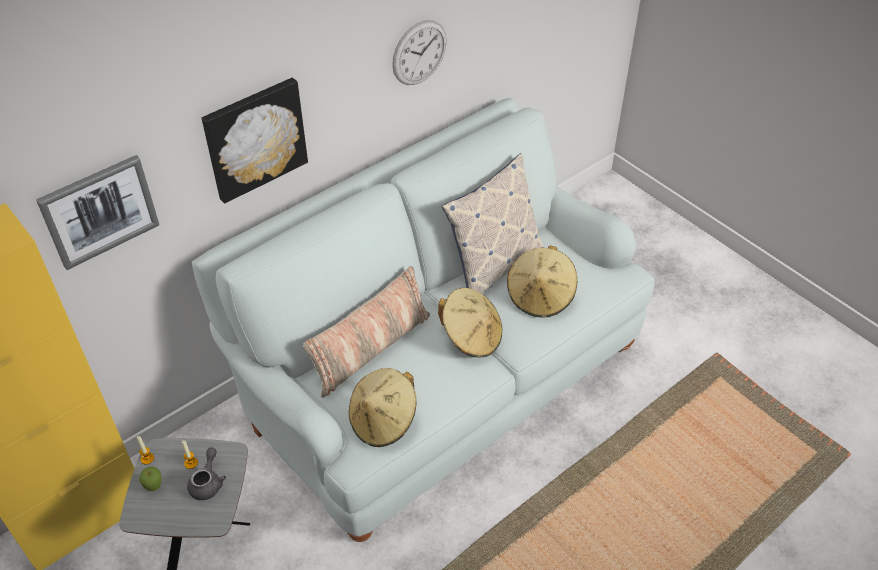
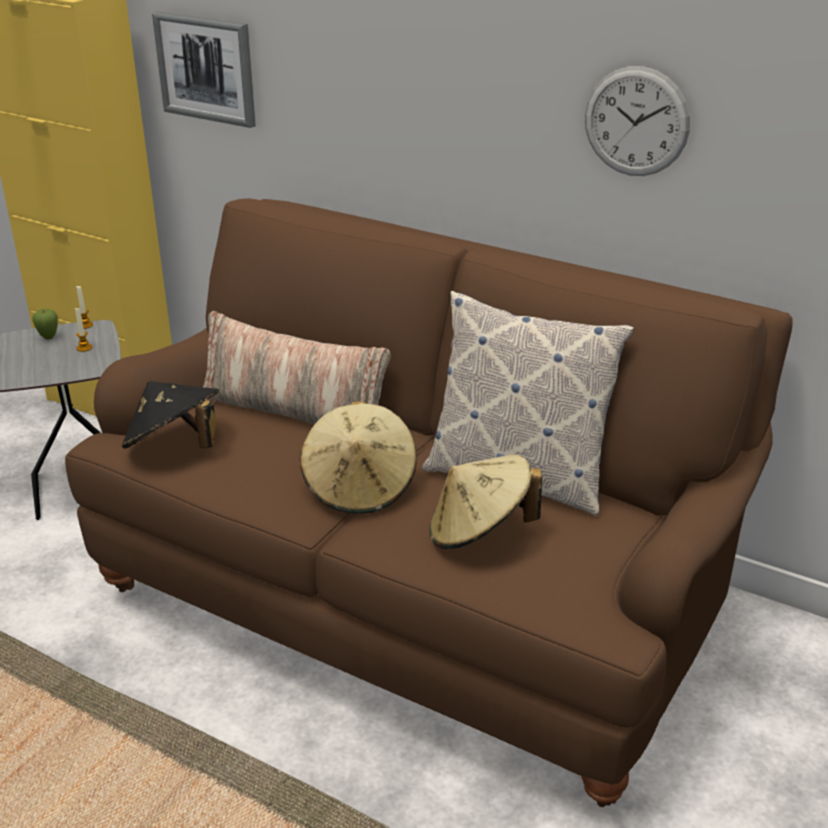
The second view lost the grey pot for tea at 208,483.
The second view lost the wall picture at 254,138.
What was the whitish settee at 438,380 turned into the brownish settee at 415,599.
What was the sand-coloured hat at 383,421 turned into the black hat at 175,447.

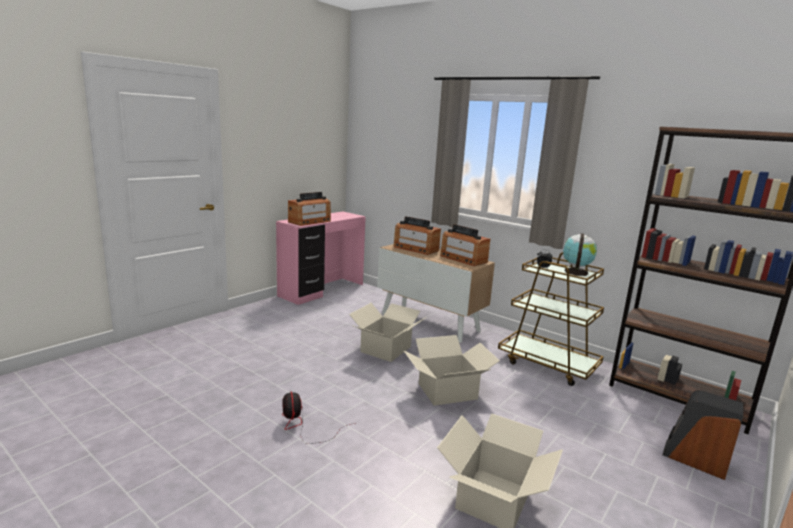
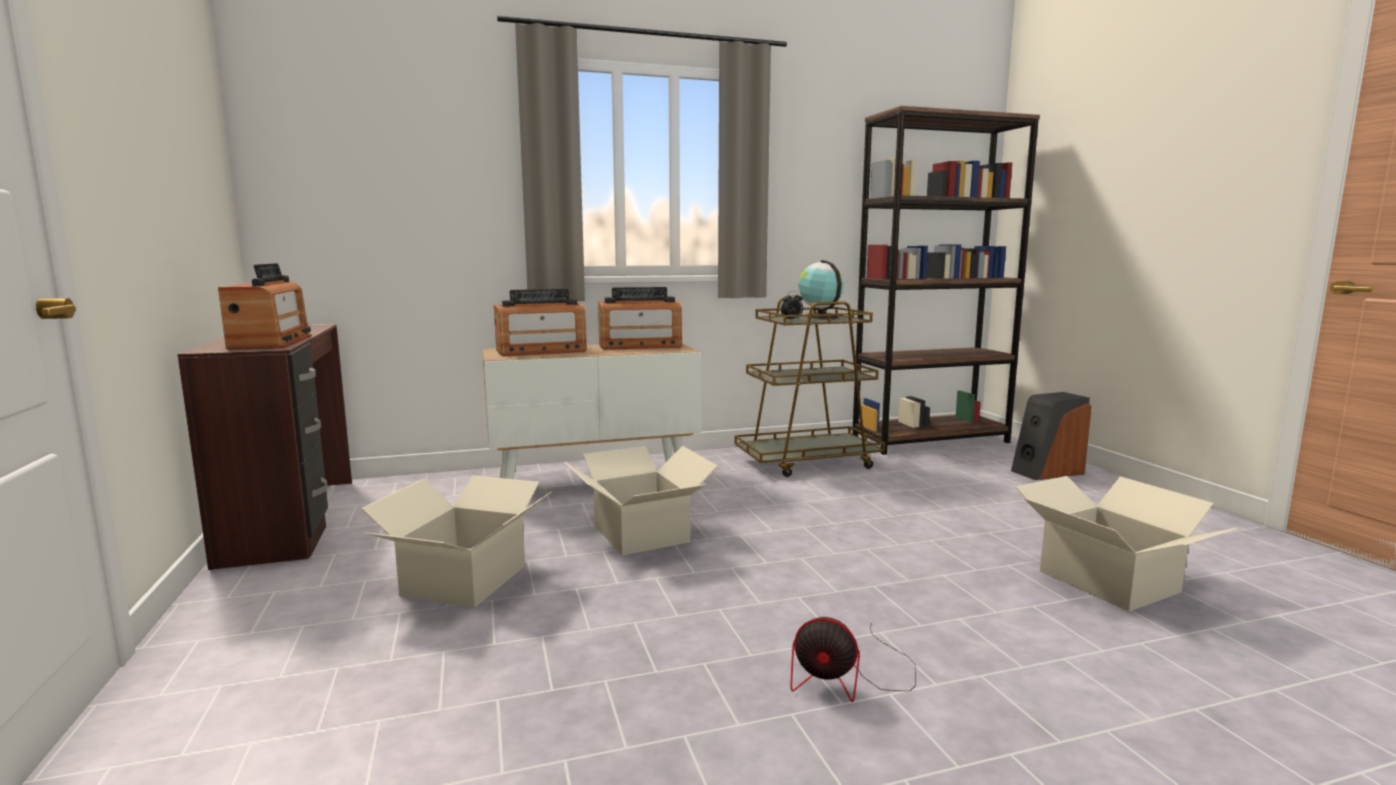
The packing box ended up elsewhere, having gone from 448,391 to 466,580.
What was the pink desk table at 322,290 turned into the brownish desk table at 294,519.

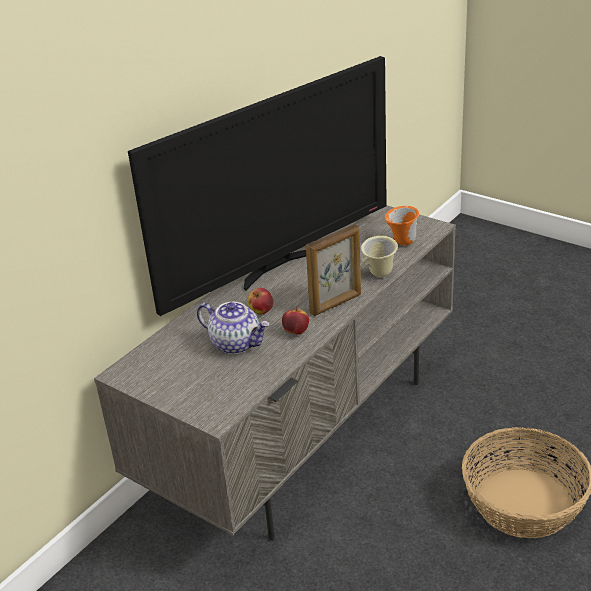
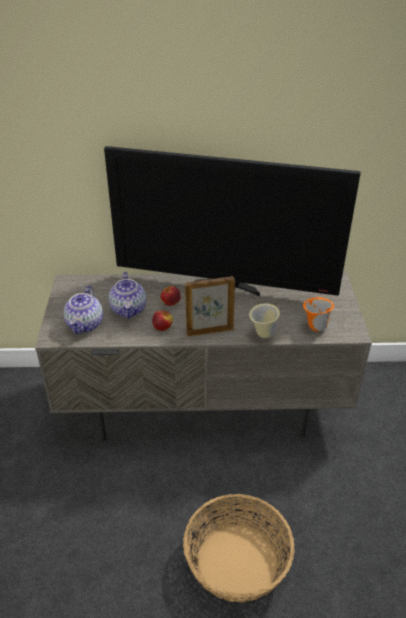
The second view gained the pot for tea at 85,325.
The standing frame at 336,304 ended up facing another way, 150 degrees clockwise from before.

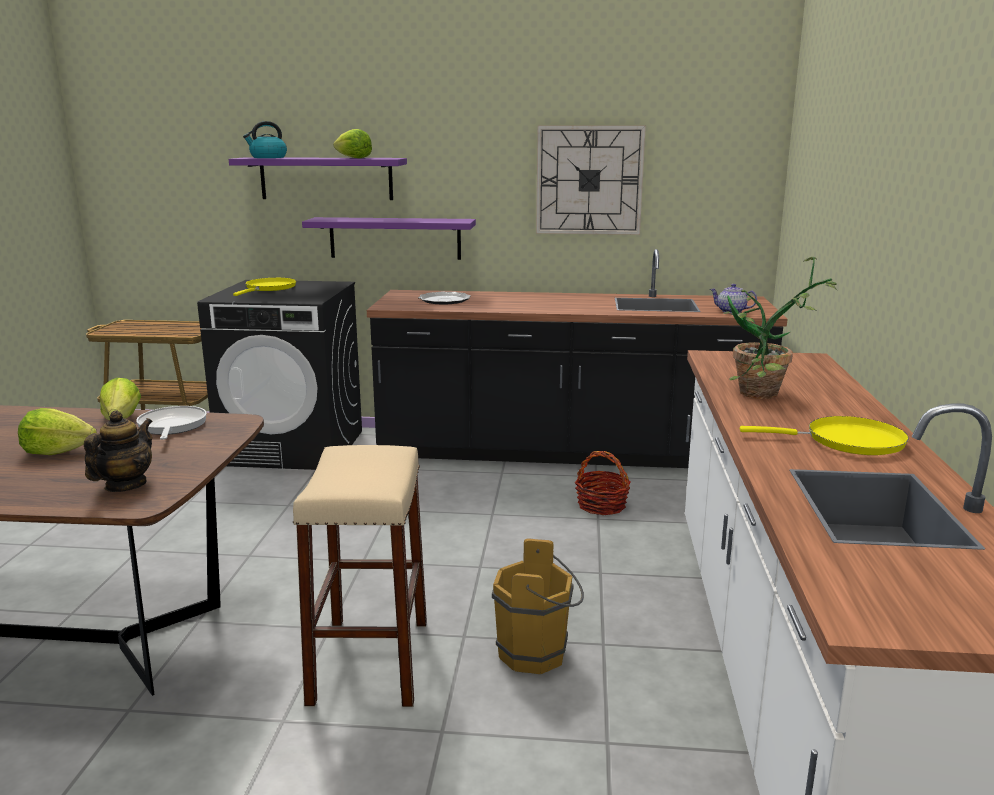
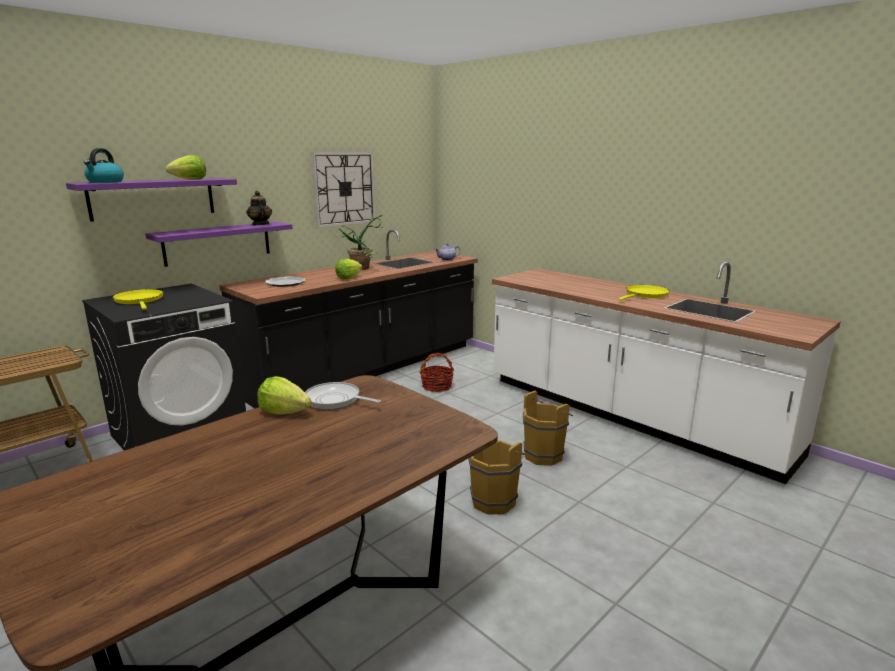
The lettuce ended up elsewhere, having gone from 57,452 to 348,278.
The pot for tea ended up elsewhere, having gone from 125,485 to 260,224.
The plant in a pot ended up elsewhere, having gone from 767,396 to 365,268.
Where the sand-coloured sitting stool stood at 370,661, the brownish bucket came to stand at 495,500.

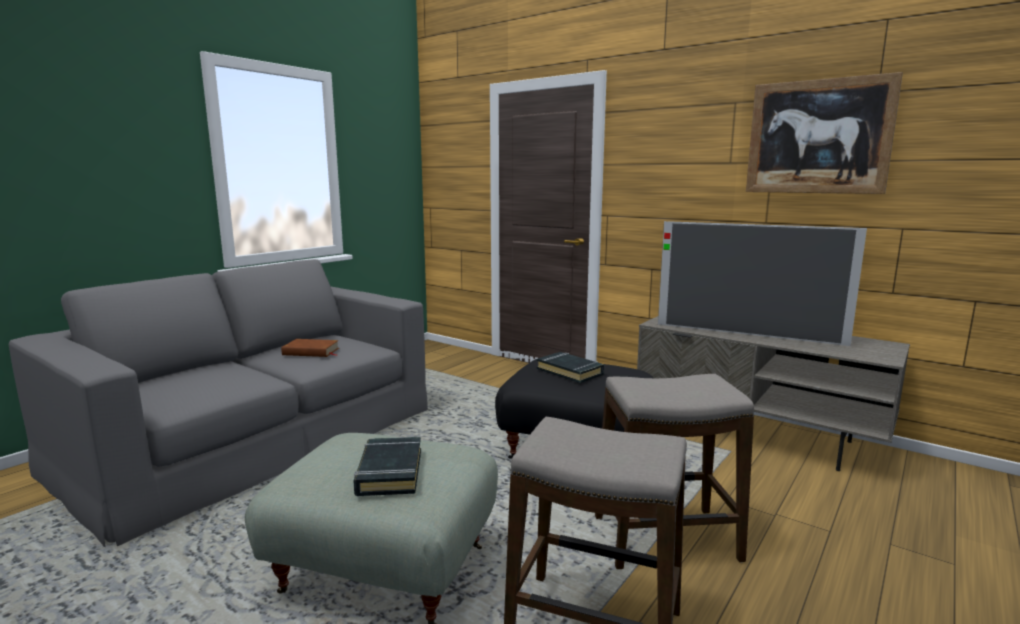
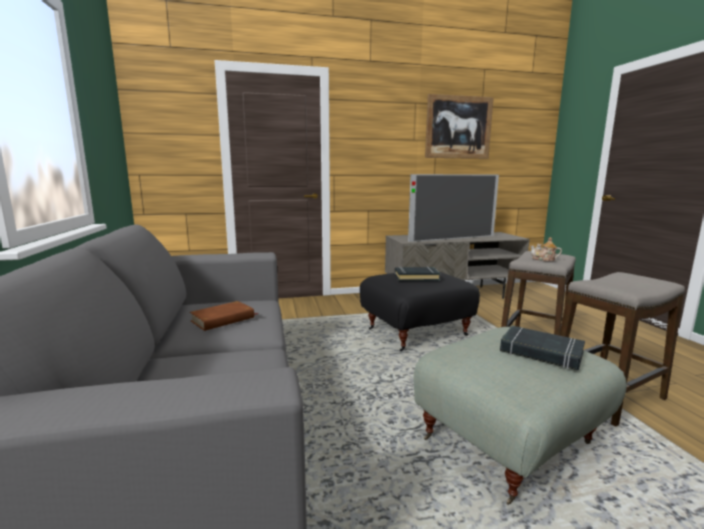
The second view gained the pot for tea at 544,259.

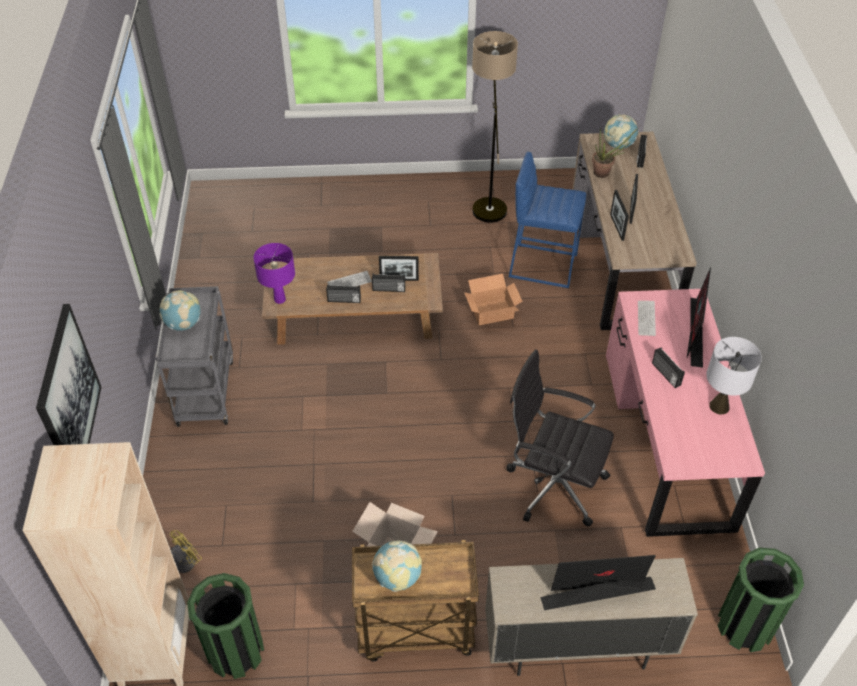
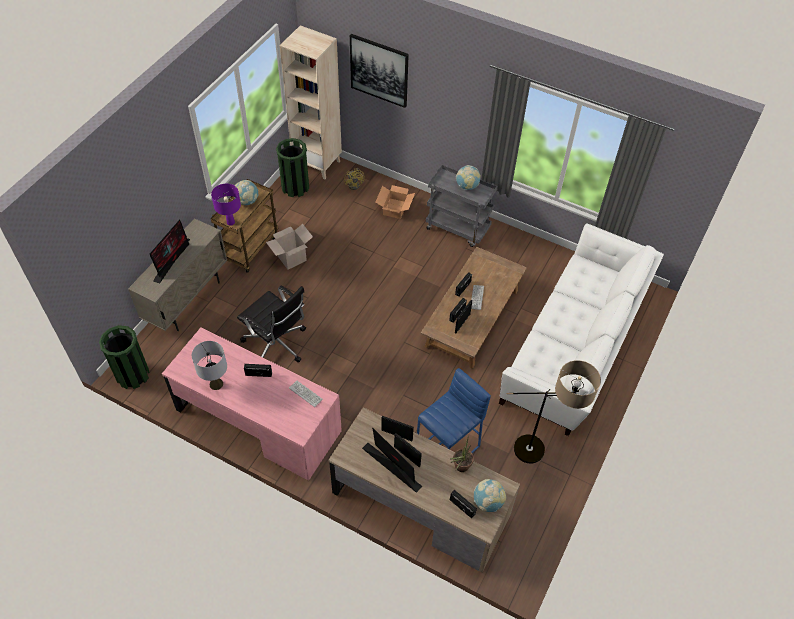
The second view gained the whitish settee at 574,349.
The purplish lamp for a table ended up elsewhere, having gone from 280,299 to 230,222.
The packing box ended up elsewhere, having gone from 491,311 to 395,208.
The computer display ended up elsewhere, having gone from 696,332 to 391,466.
The black desk chair at 553,484 ended up facing another way, 75 degrees clockwise from before.

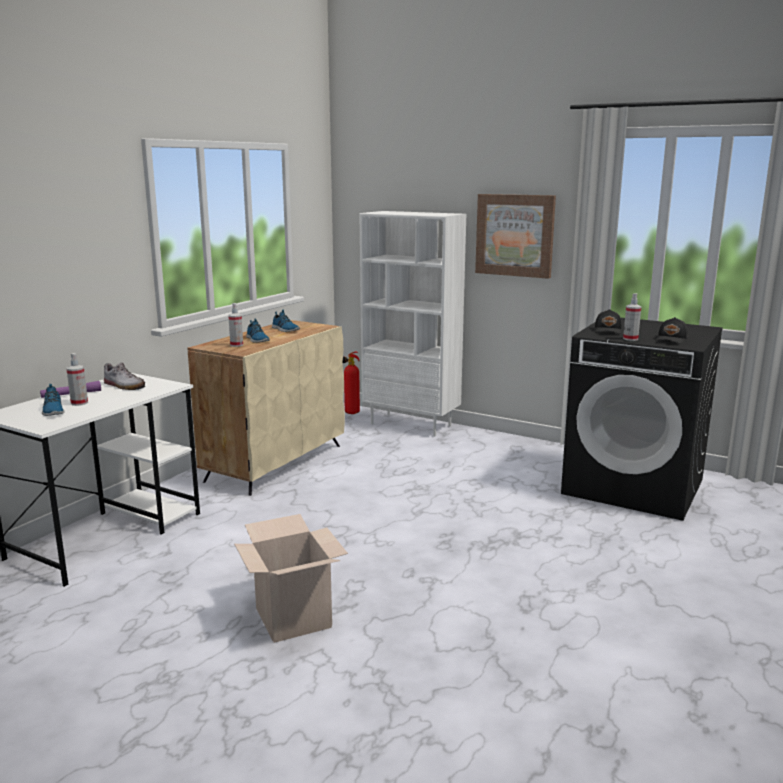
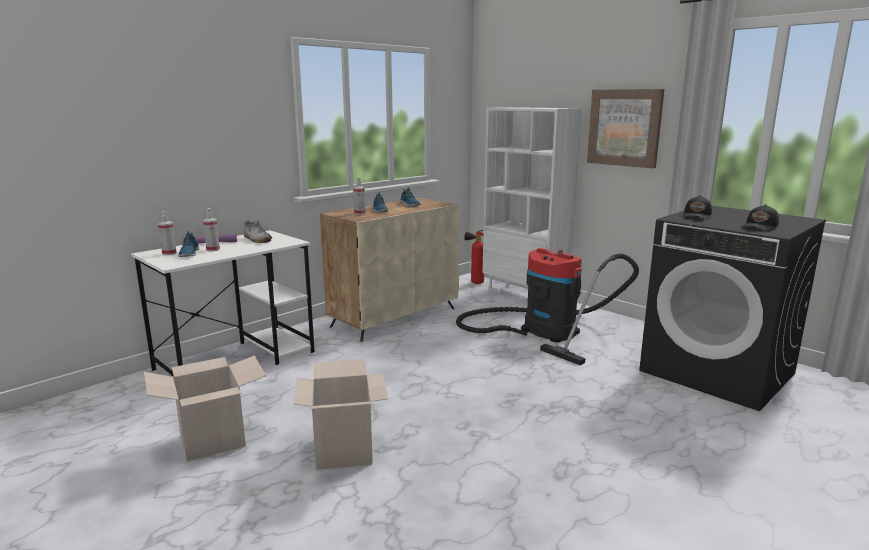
The second view gained the packing box at 212,441.
The second view gained the vacuum at 543,330.
The sprayer ended up elsewhere, having gone from 630,339 to 169,253.

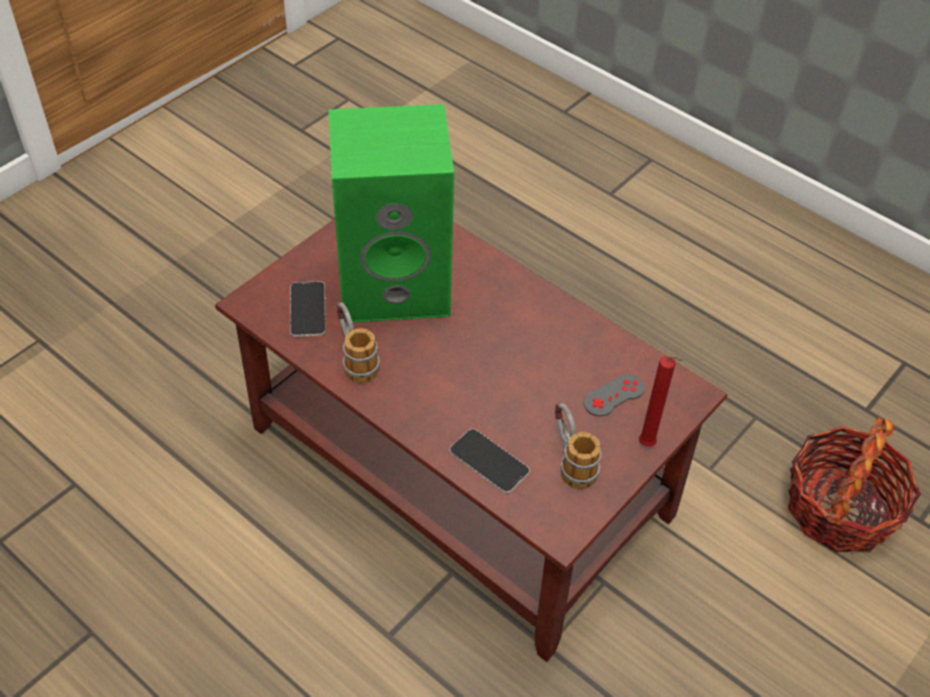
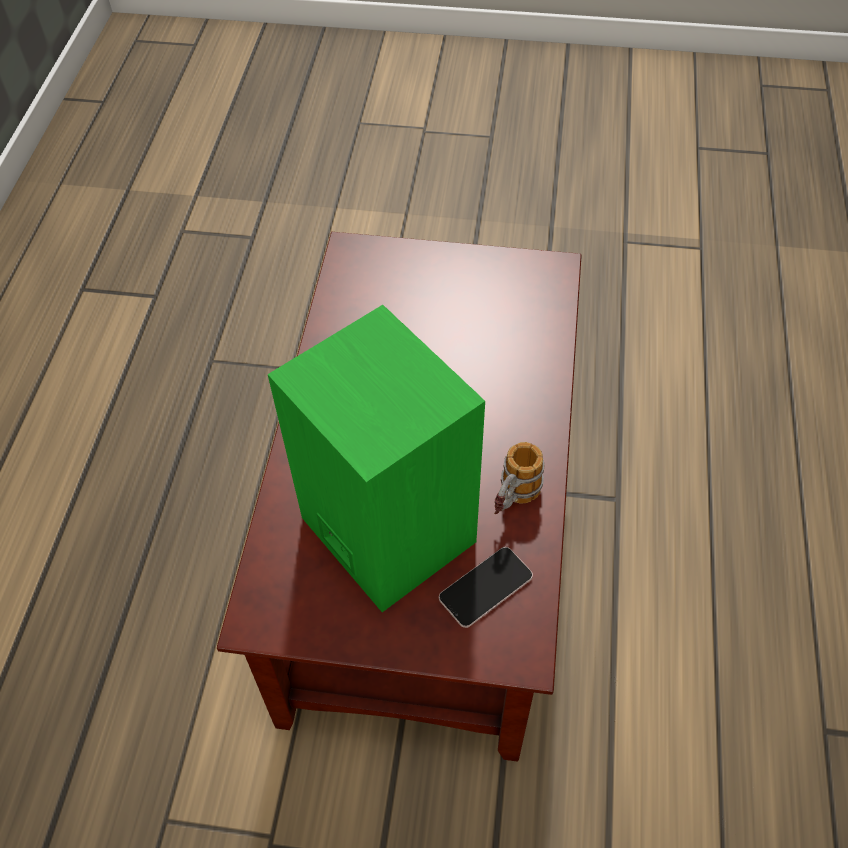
The second view lost the phone at 489,461.
The second view lost the tea mug at 570,461.
The second view lost the grey joypad at 614,395.
The second view lost the reddish wax candle at 649,445.
The second view lost the basket at 839,509.

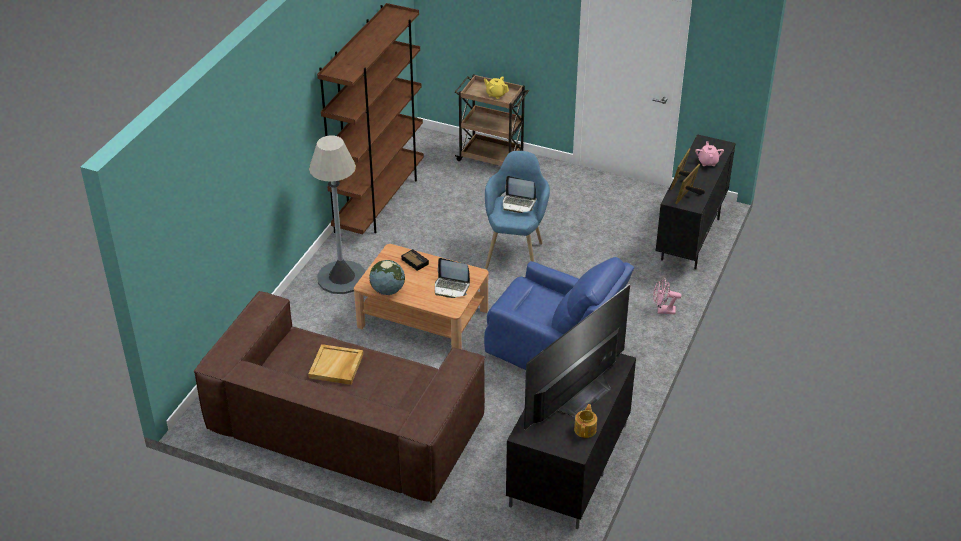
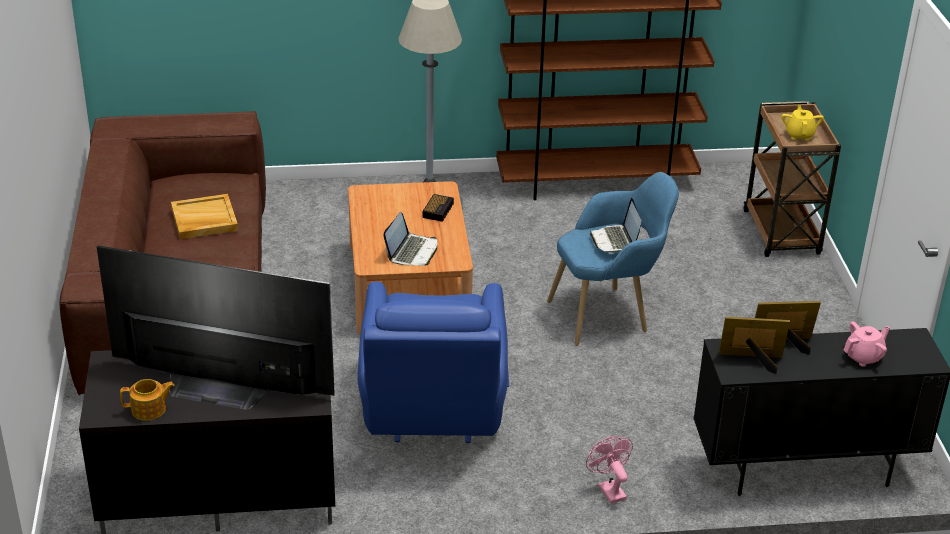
The second view lost the desk globe at 387,290.
The notebook computer at 451,287 ended up facing another way, 150 degrees counterclockwise from before.

